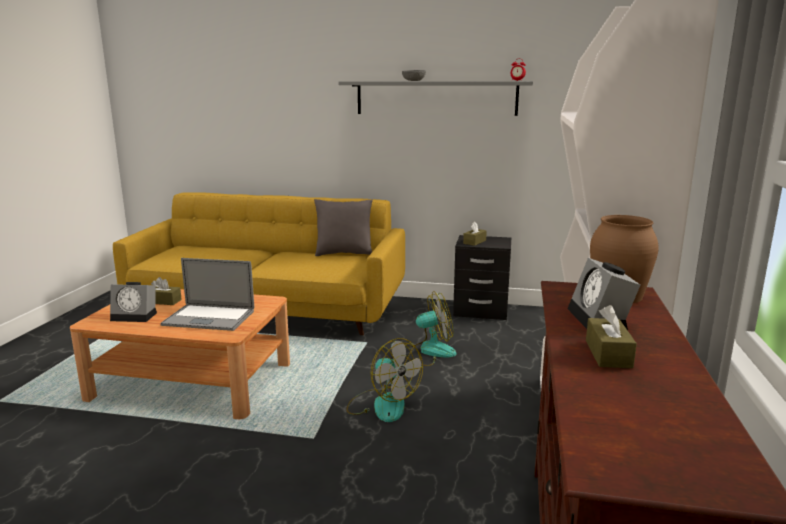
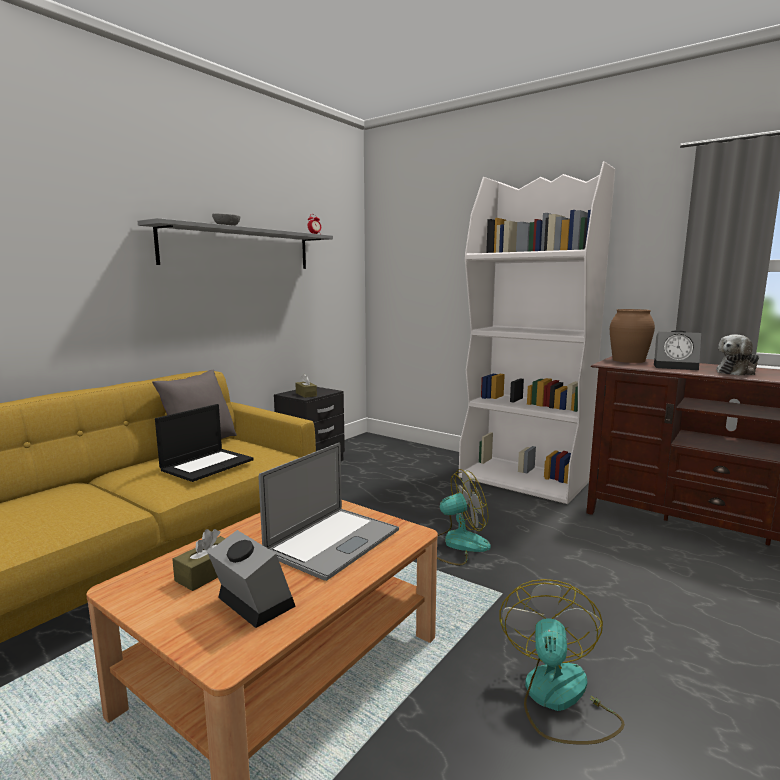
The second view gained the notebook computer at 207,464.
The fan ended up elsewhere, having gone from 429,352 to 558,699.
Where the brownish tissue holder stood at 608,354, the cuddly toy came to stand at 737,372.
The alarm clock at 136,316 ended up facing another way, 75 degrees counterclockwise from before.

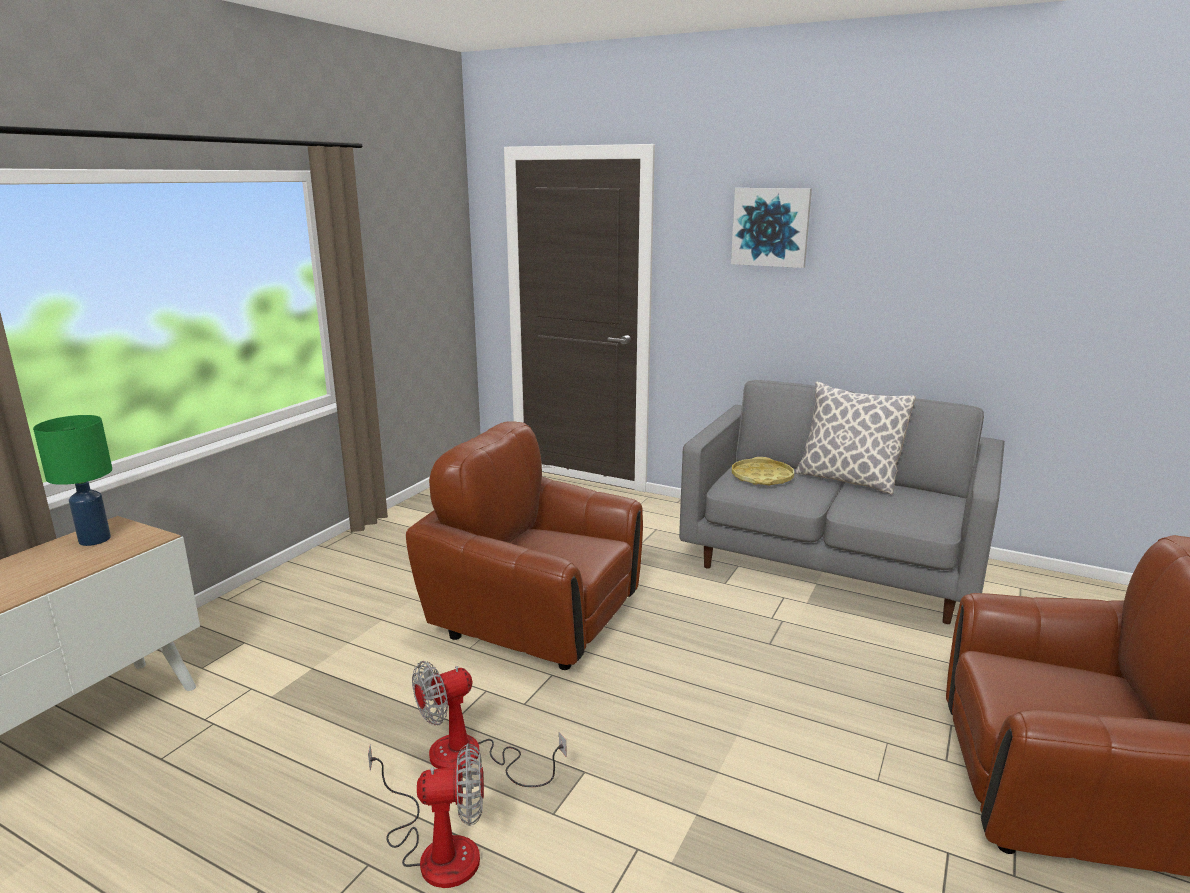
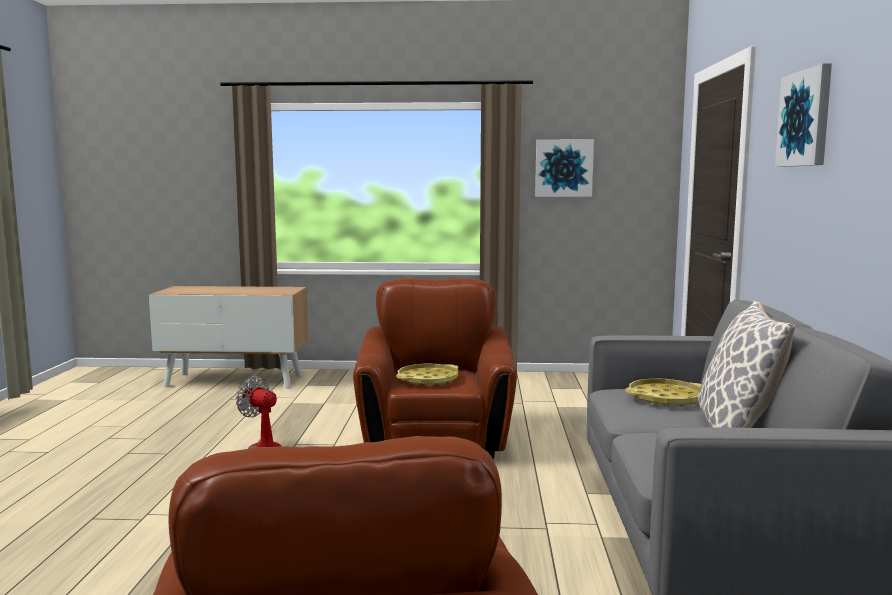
The second view lost the green lamp for a table at 95,539.
The second view lost the fan at 437,849.
The second view gained the yellowish carrying tray at 427,380.
The second view gained the wall picture at 563,168.

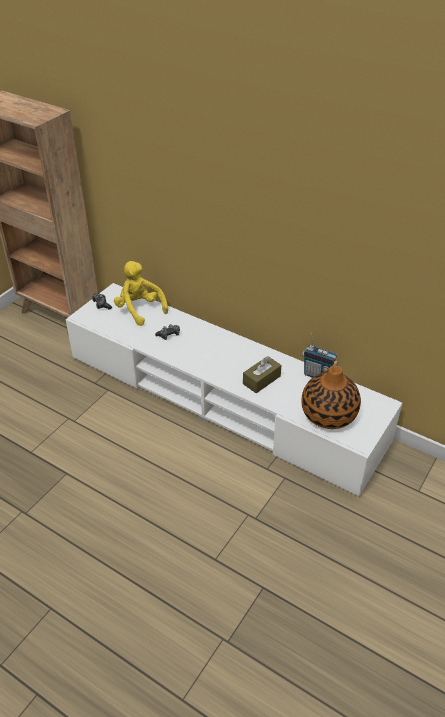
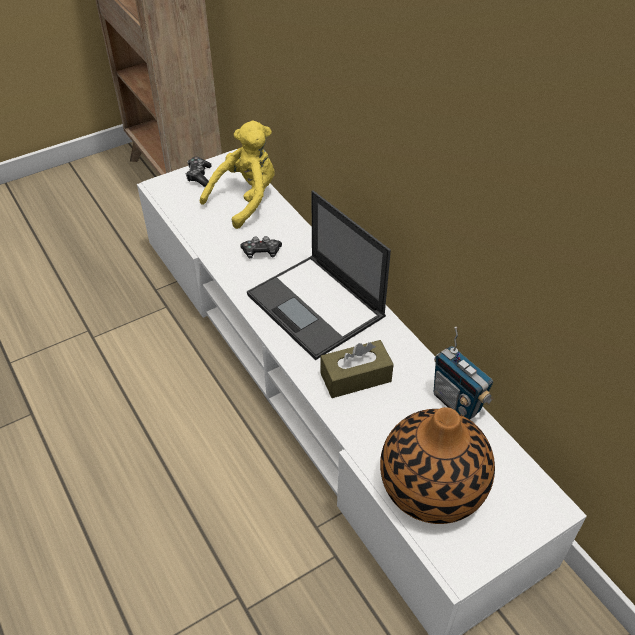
The second view gained the notebook computer at 317,306.
The yellowish cuddly toy at 139,309 ended up facing another way, 60 degrees clockwise from before.

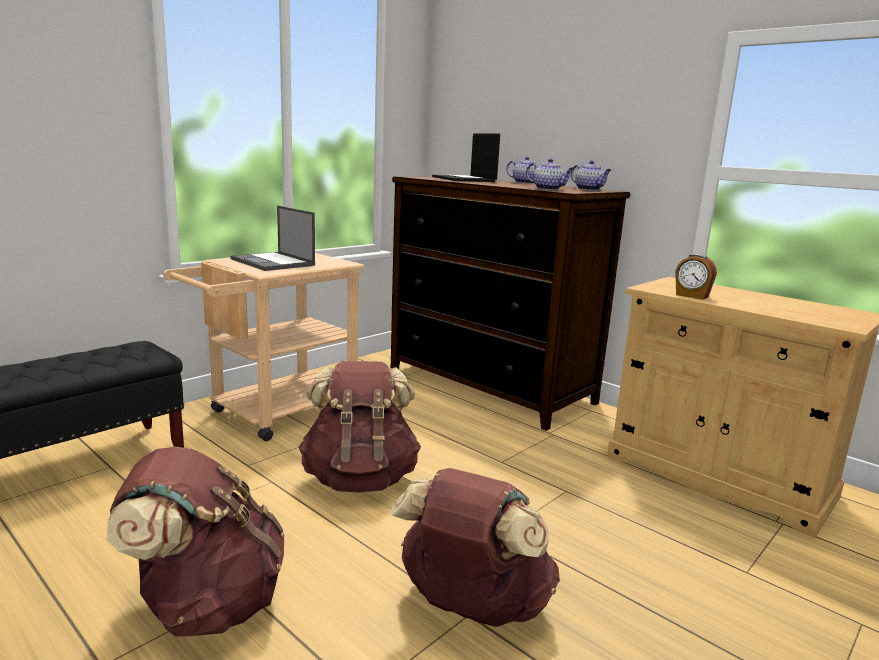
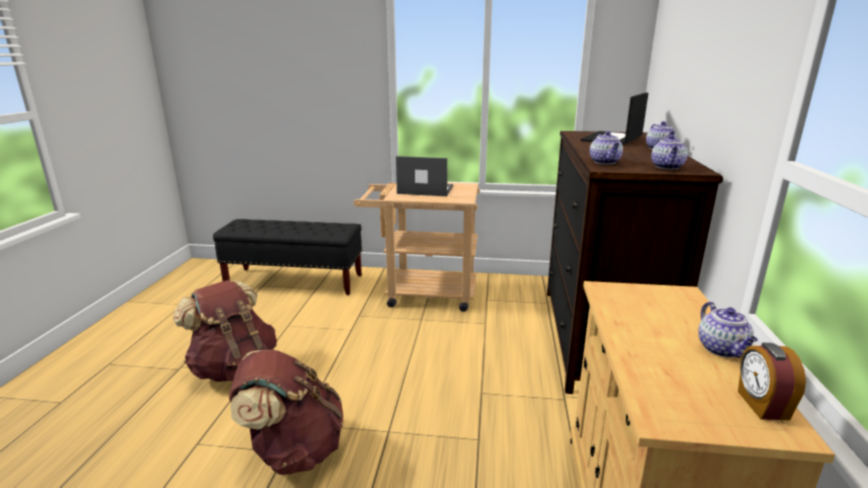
The second view lost the brownish knapsack at 360,478.
The second view gained the pot for tea at 722,350.
The alarm clock ended up elsewhere, having gone from 691,296 to 761,405.
The notebook computer at 273,262 ended up facing another way, 90 degrees clockwise from before.

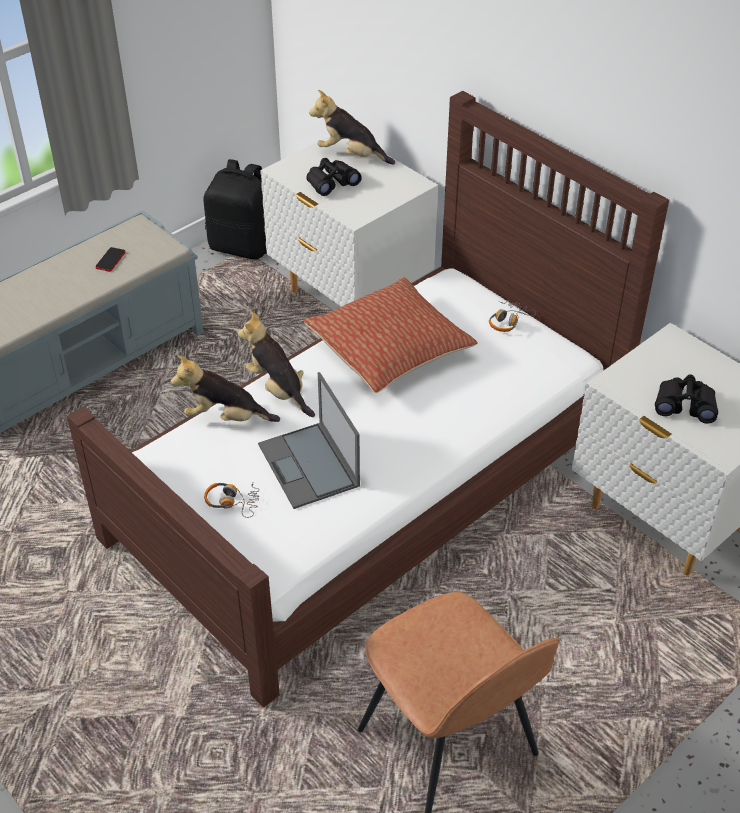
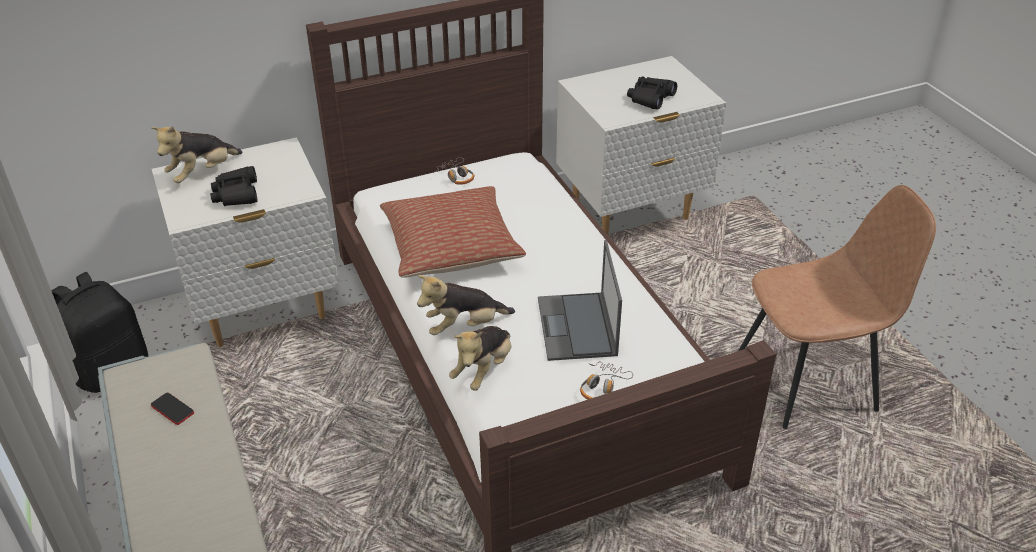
The notebook computer at 309,466 ended up facing another way, 90 degrees clockwise from before.

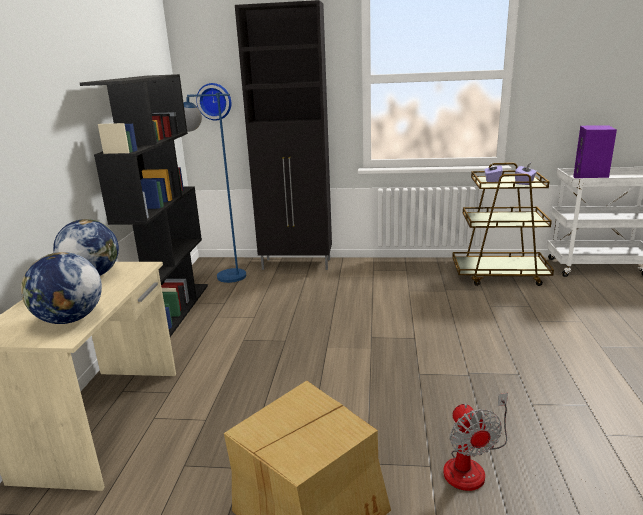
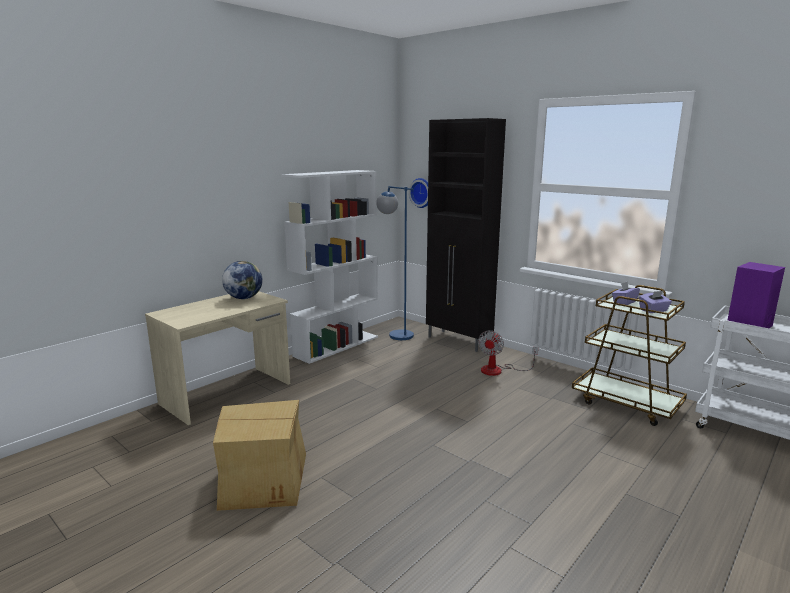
The second view lost the desk globe at 69,320.
The fan ended up elsewhere, having gone from 471,465 to 498,370.
What was the black bookcase at 173,310 turned into the whitish bookcase at 337,346.

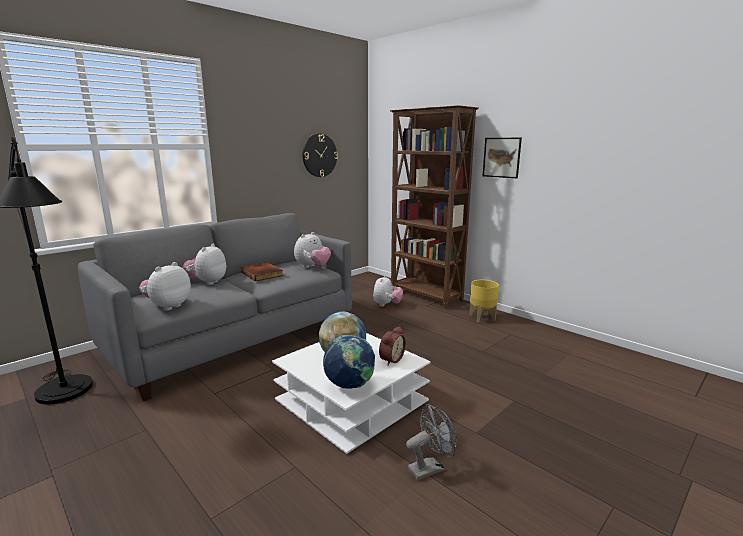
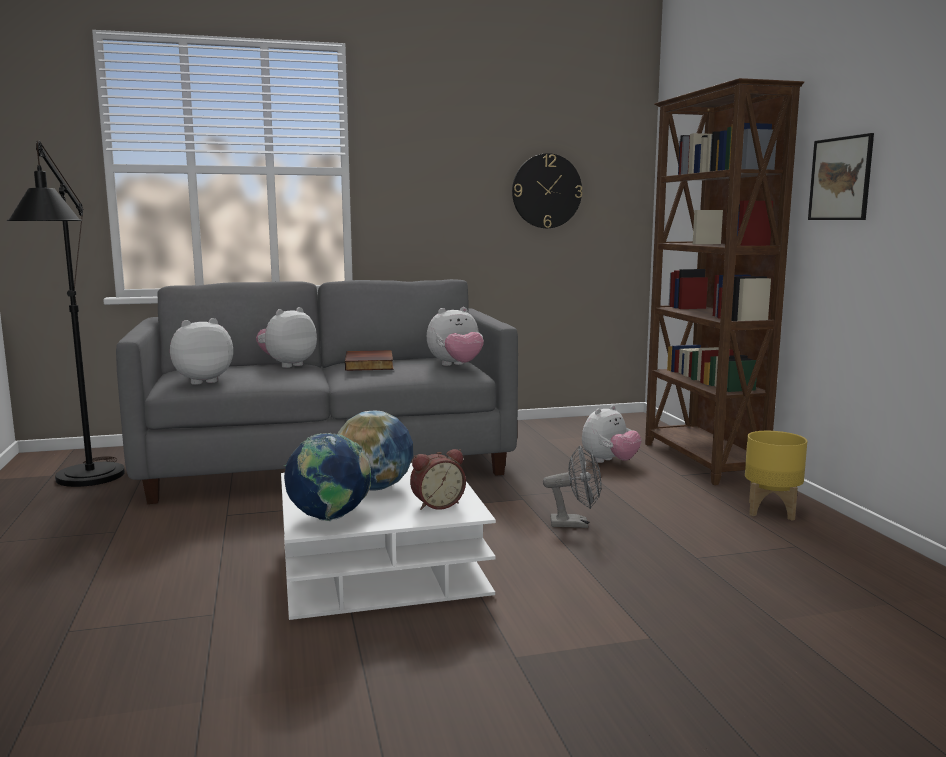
The grey fan ended up elsewhere, having gone from 430,468 to 575,524.

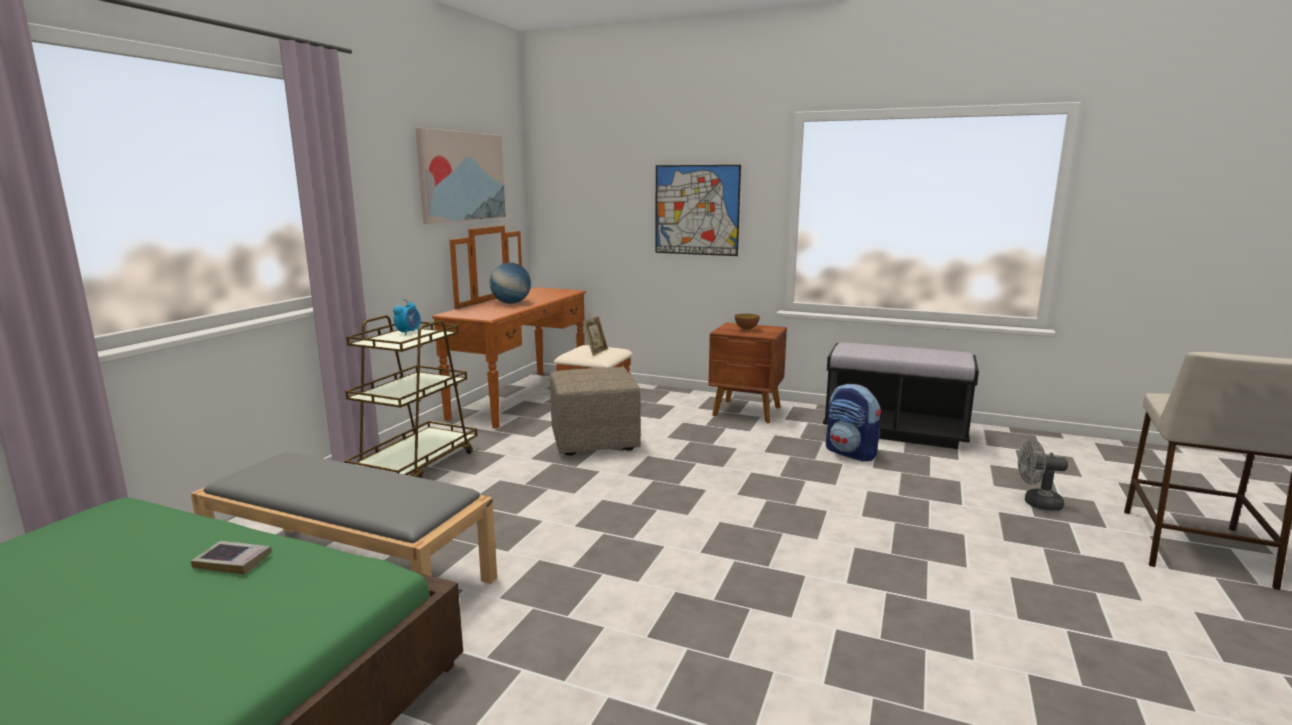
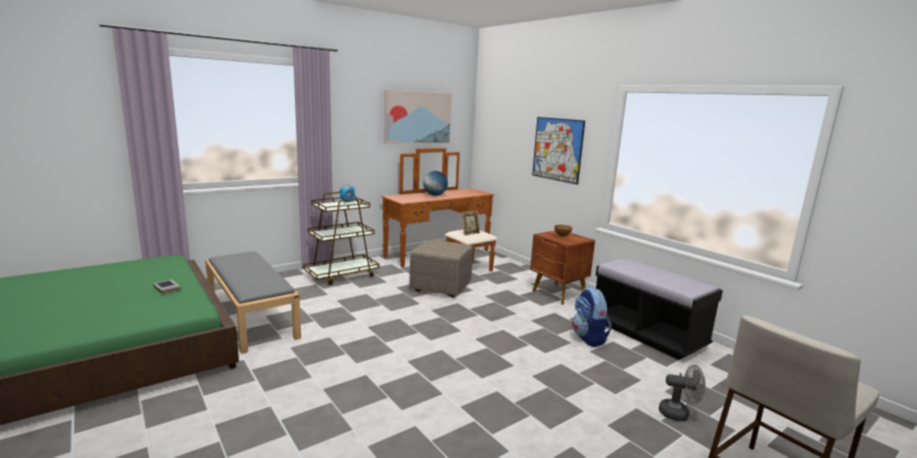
The grey fan at 1036,503 ended up facing another way, 150 degrees clockwise from before.

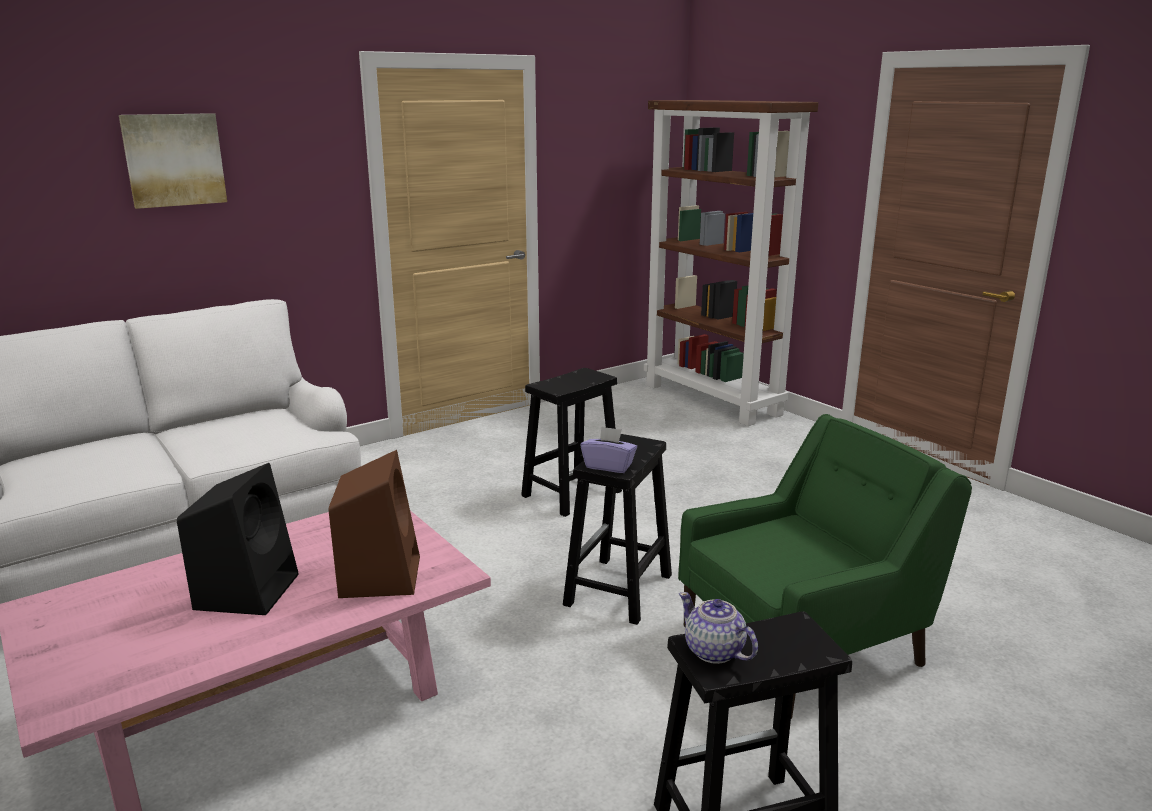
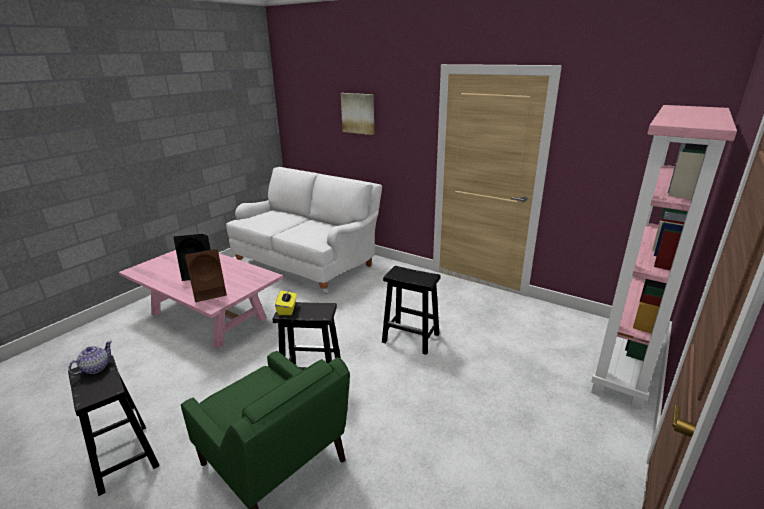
What was the purplish tissue holder at 609,466 turned into the yellowish tissue holder at 287,309.
What was the brownish bookcase at 713,400 turned into the pink bookcase at 626,365.

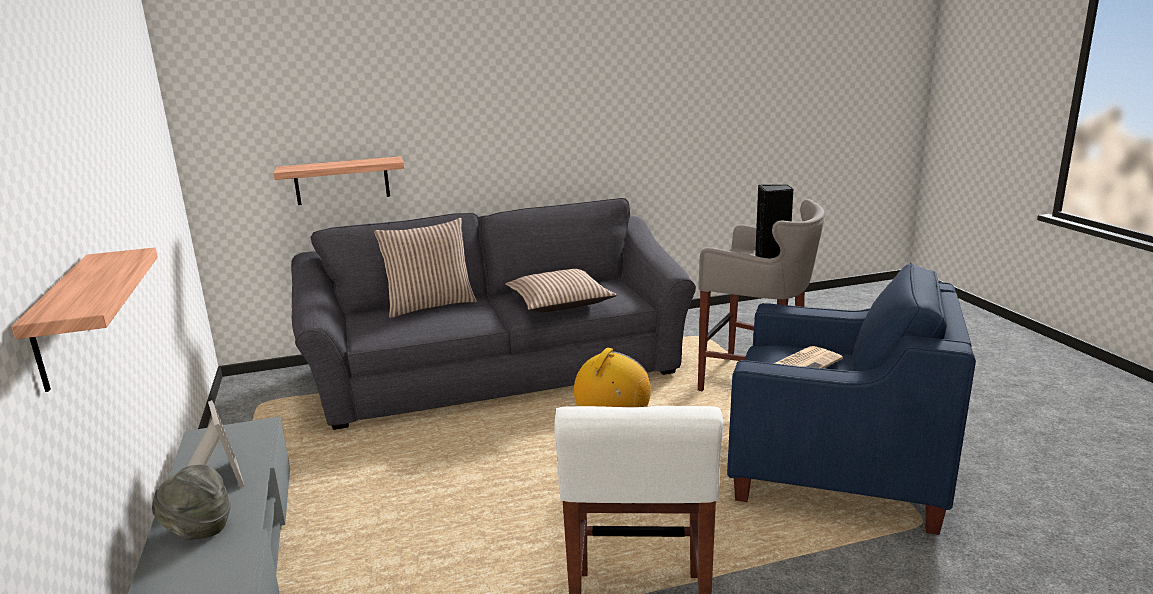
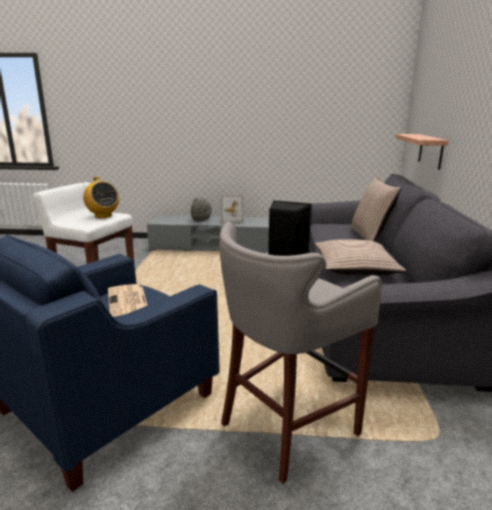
The second view lost the shelf at 63,321.

